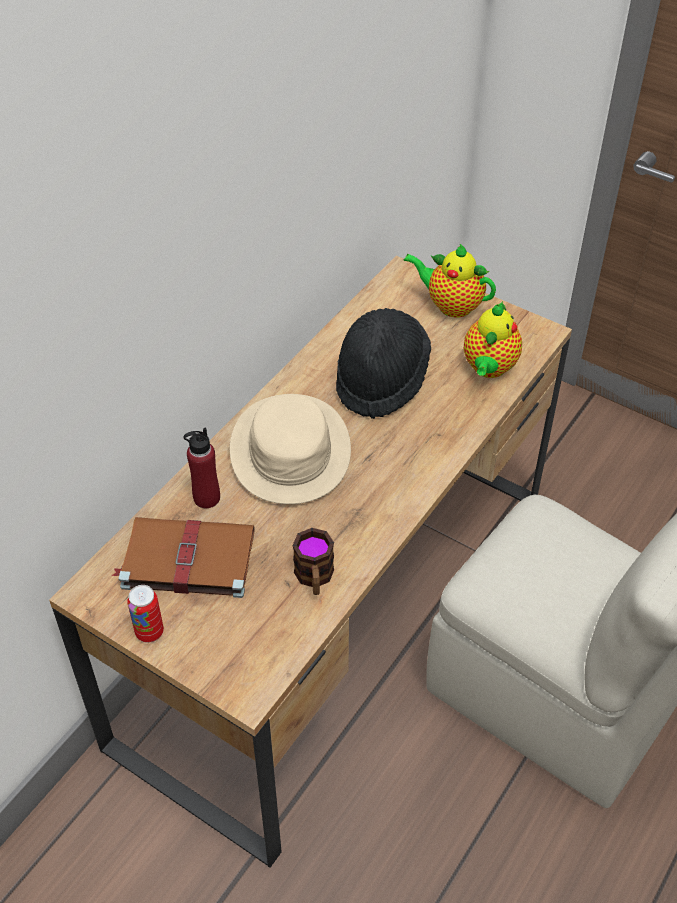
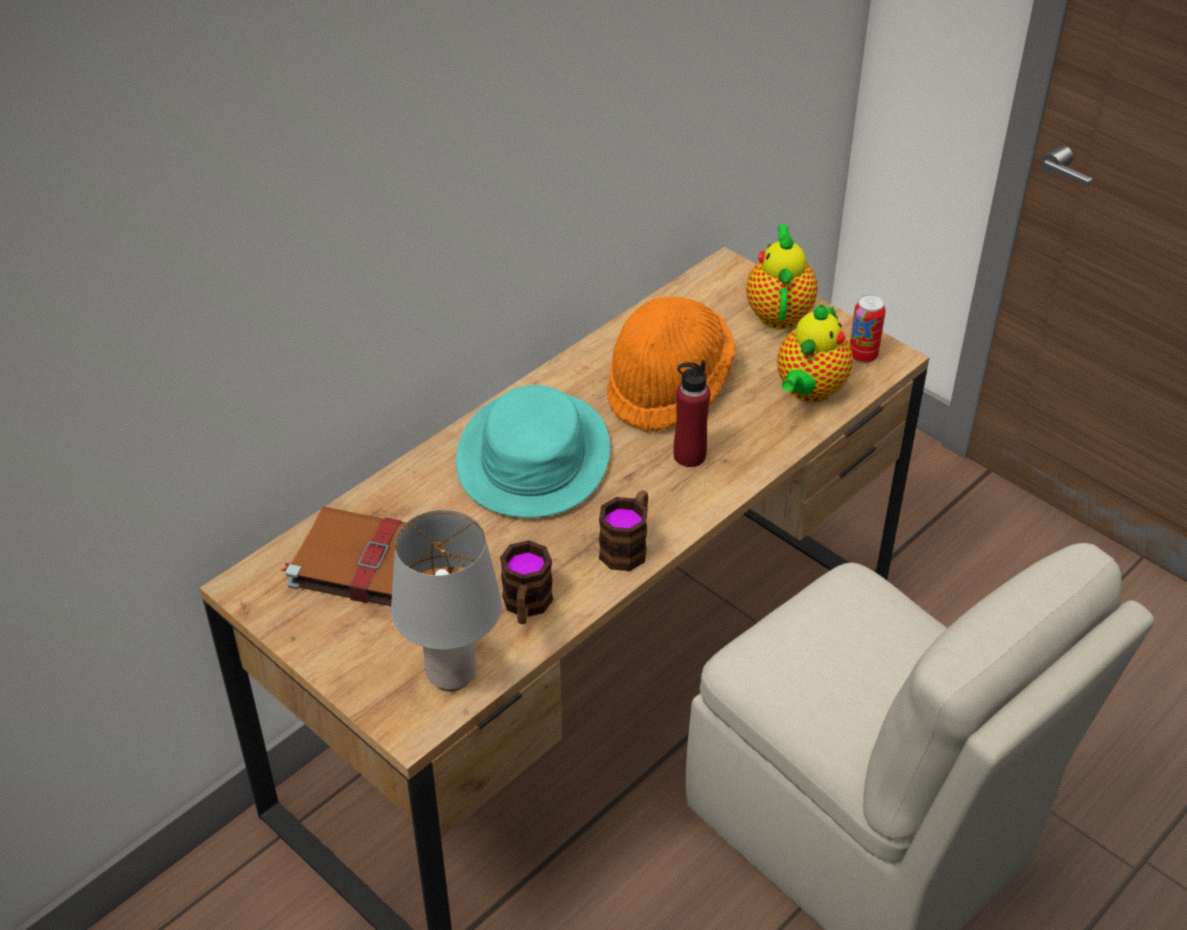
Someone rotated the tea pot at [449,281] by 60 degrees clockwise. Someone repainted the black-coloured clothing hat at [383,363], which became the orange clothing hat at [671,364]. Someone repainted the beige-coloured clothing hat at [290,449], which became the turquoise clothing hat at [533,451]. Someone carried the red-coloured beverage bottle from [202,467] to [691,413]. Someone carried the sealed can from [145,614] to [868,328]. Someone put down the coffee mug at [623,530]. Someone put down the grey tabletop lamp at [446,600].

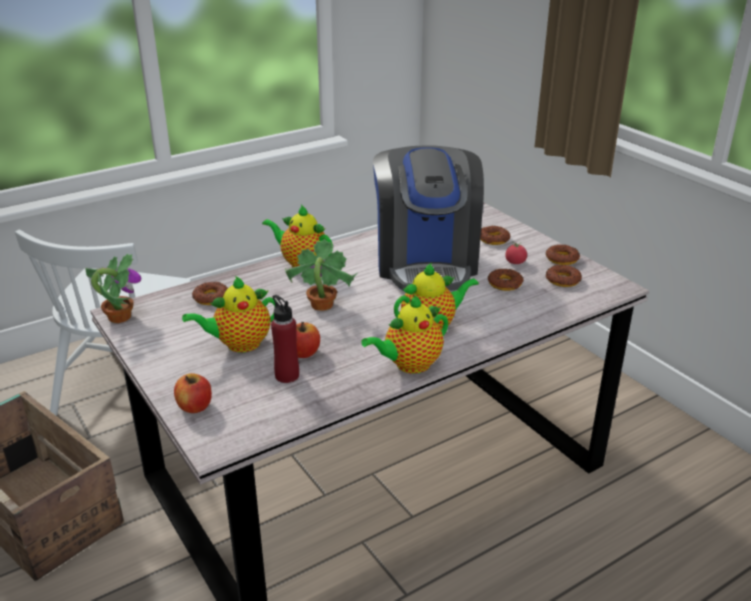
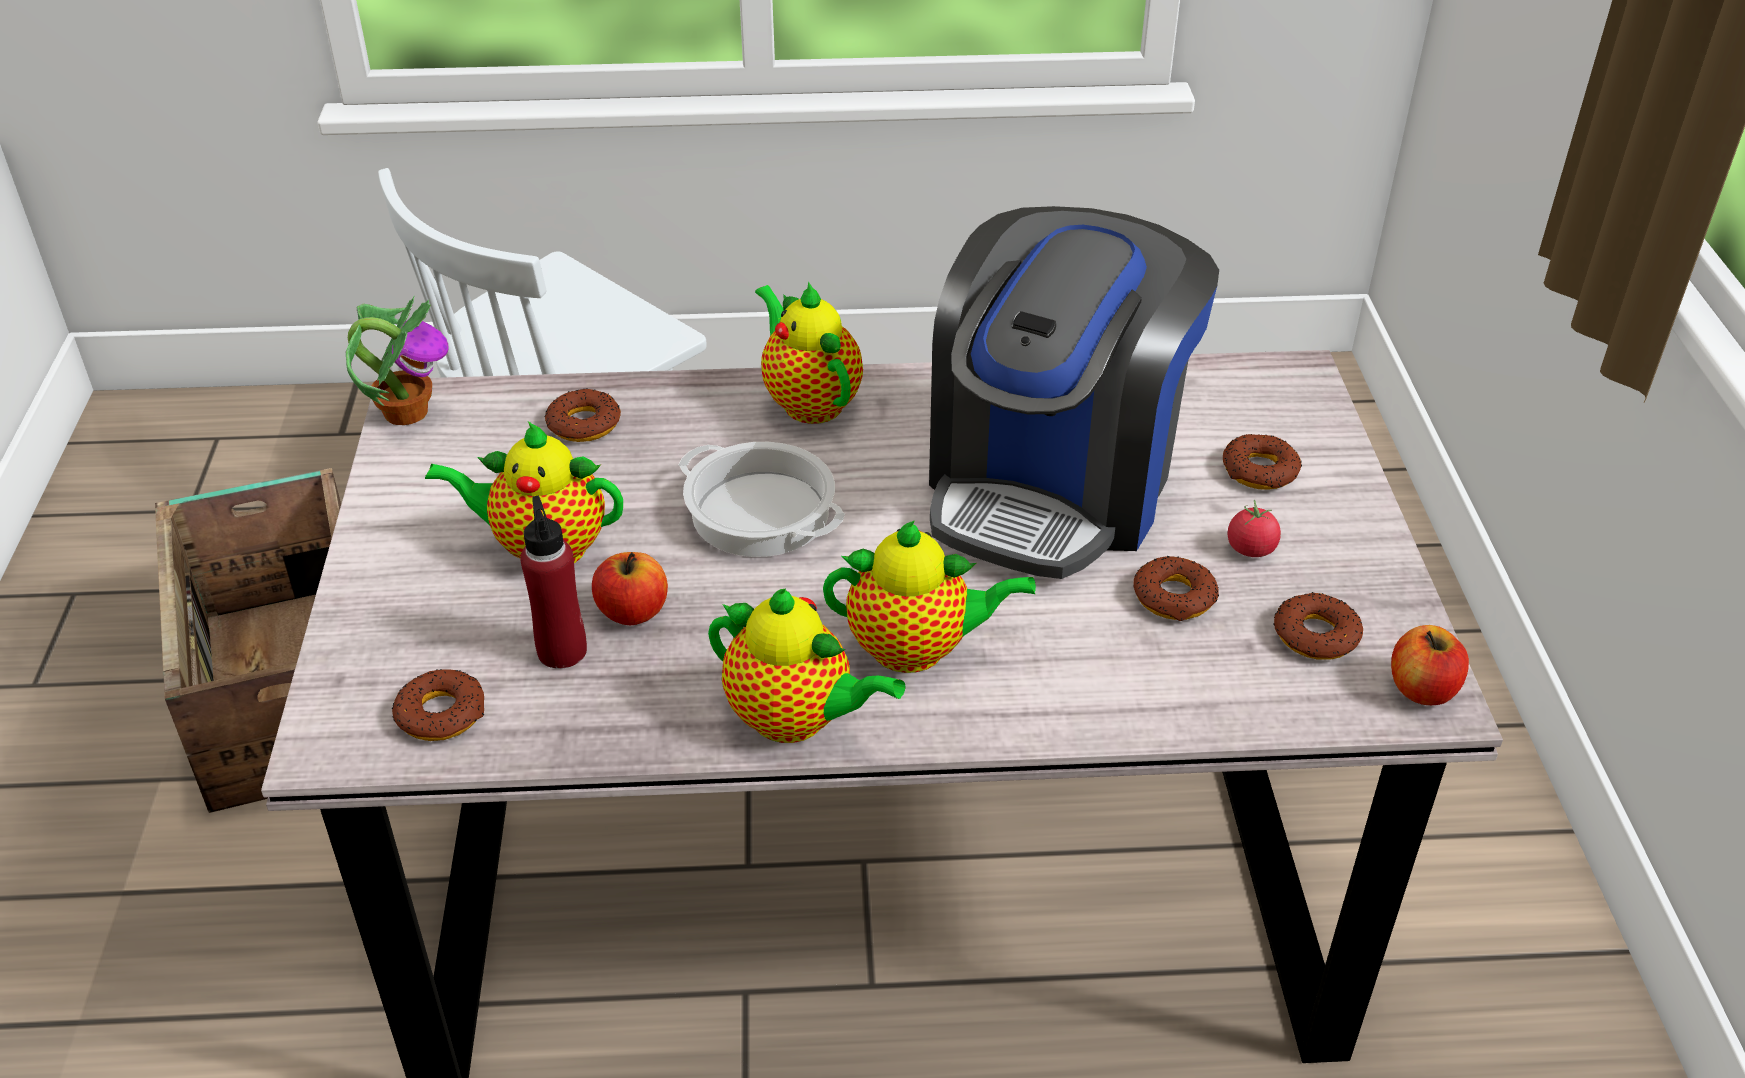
Someone swapped the plant in a pot at [321,275] for the saucepot at [761,499]. Someone carried the donut from [563,254] to [438,705]. Someone rotated the tea pot at [404,334] by 150 degrees counterclockwise. Someone carried the apple fruit from [193,393] to [1430,665].

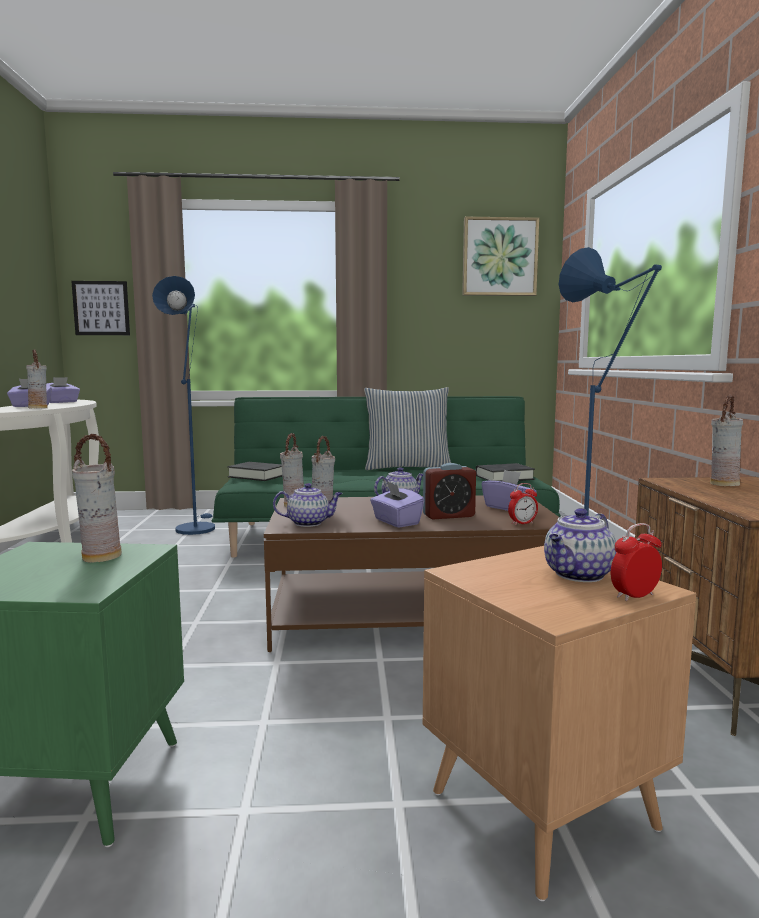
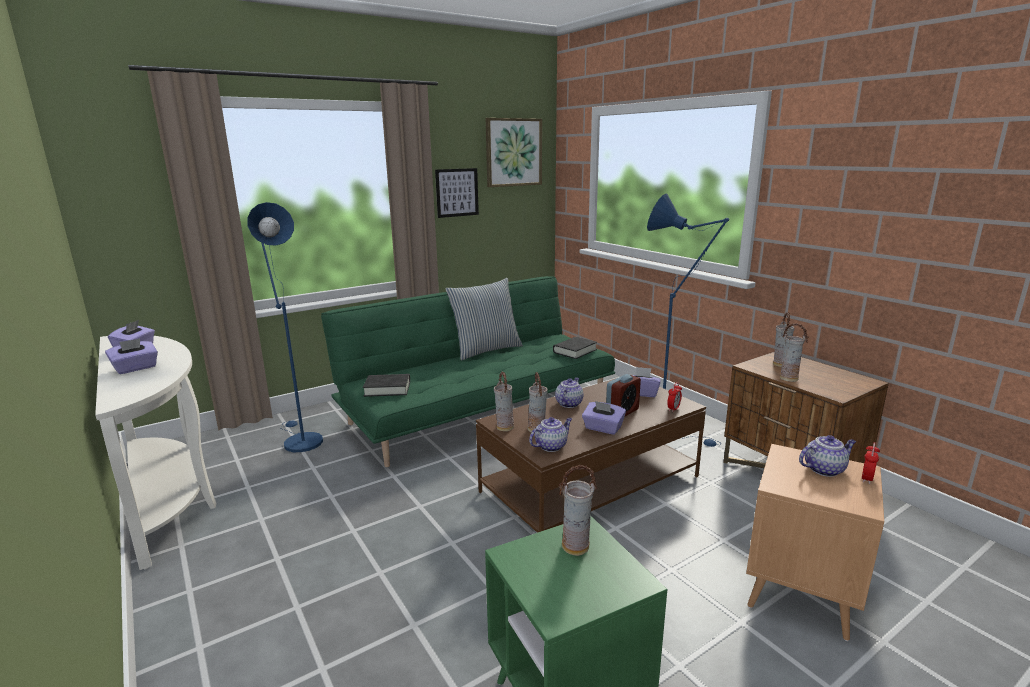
Someone carried the wall art from [100,308] to [457,193]. Someone carried the vase from [37,379] to [794,352]. Someone rotated the tea pot at [580,545] by 120 degrees counterclockwise.

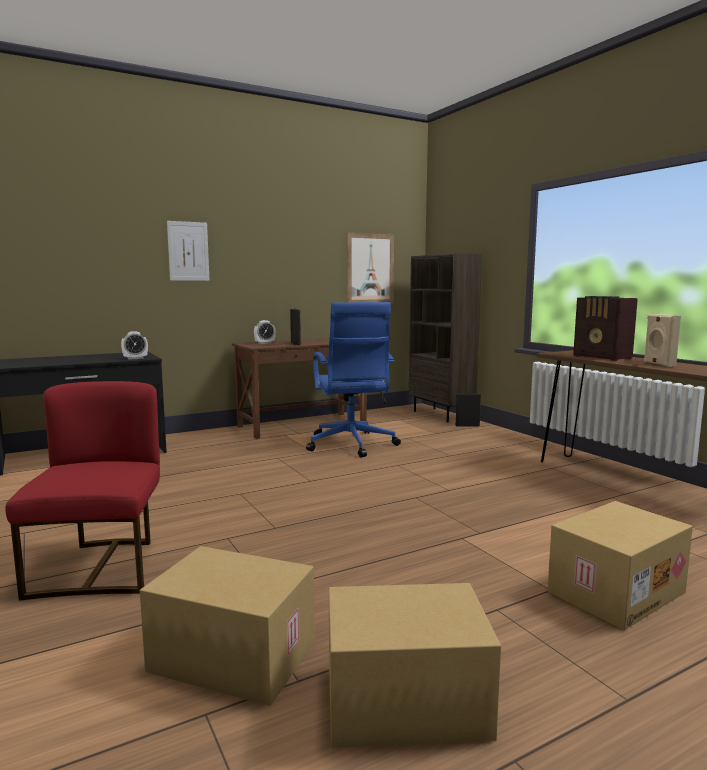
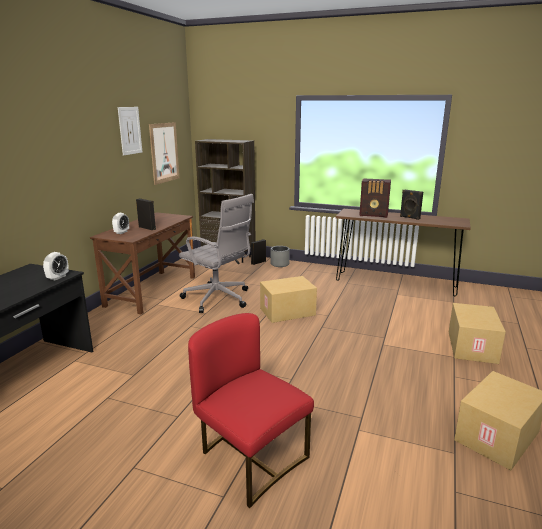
Someone carried the wall art from [188,251] to [130,131]. Someone repainted the blue-coloured office chair at [353,380], which became the grey office chair at [216,253]. Someone repainted the beige-coloured loudspeaker at [662,340], which became the black-coloured loudspeaker at [411,205]. Someone carried the cardboard box from [227,626] to [288,299]. Someone put down the grey plant pot at [280,256].

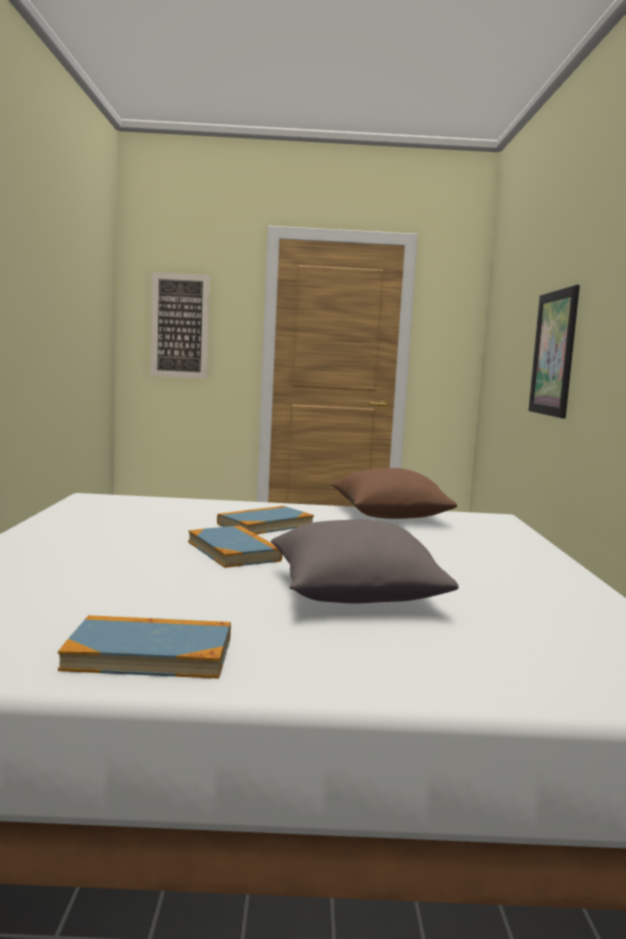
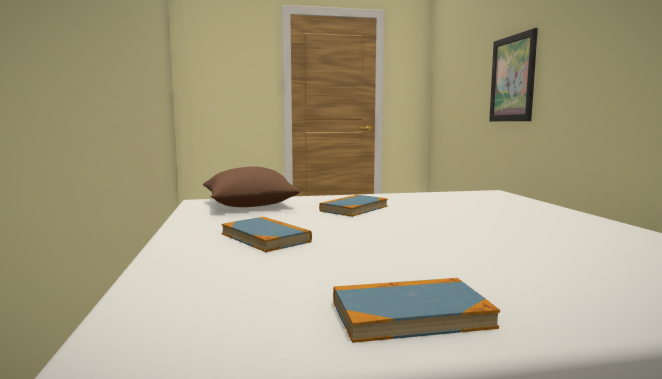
Someone took away the wall art at [180,325]. Someone carried the brown throw pillow from [394,493] to [251,187]. Someone took away the grey throw pillow at [365,561]. Someone carried the bound book from [235,547] to [266,234].

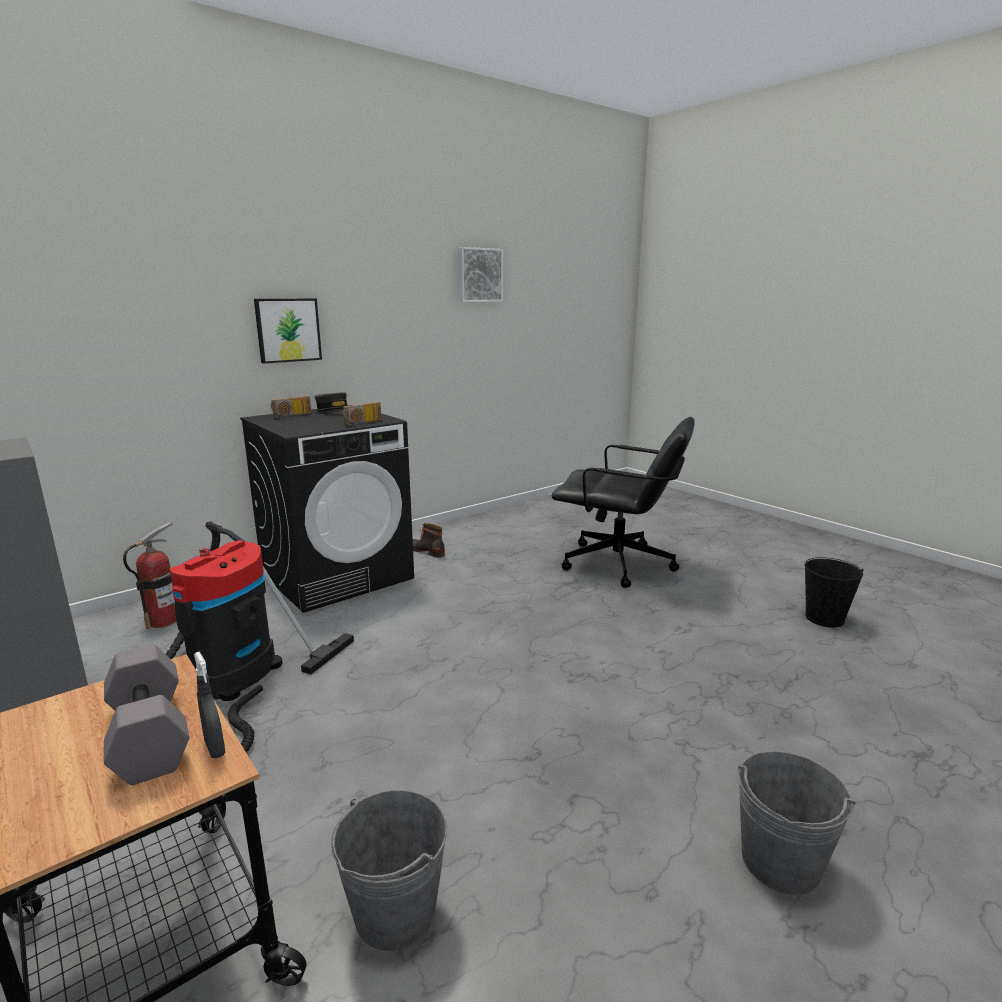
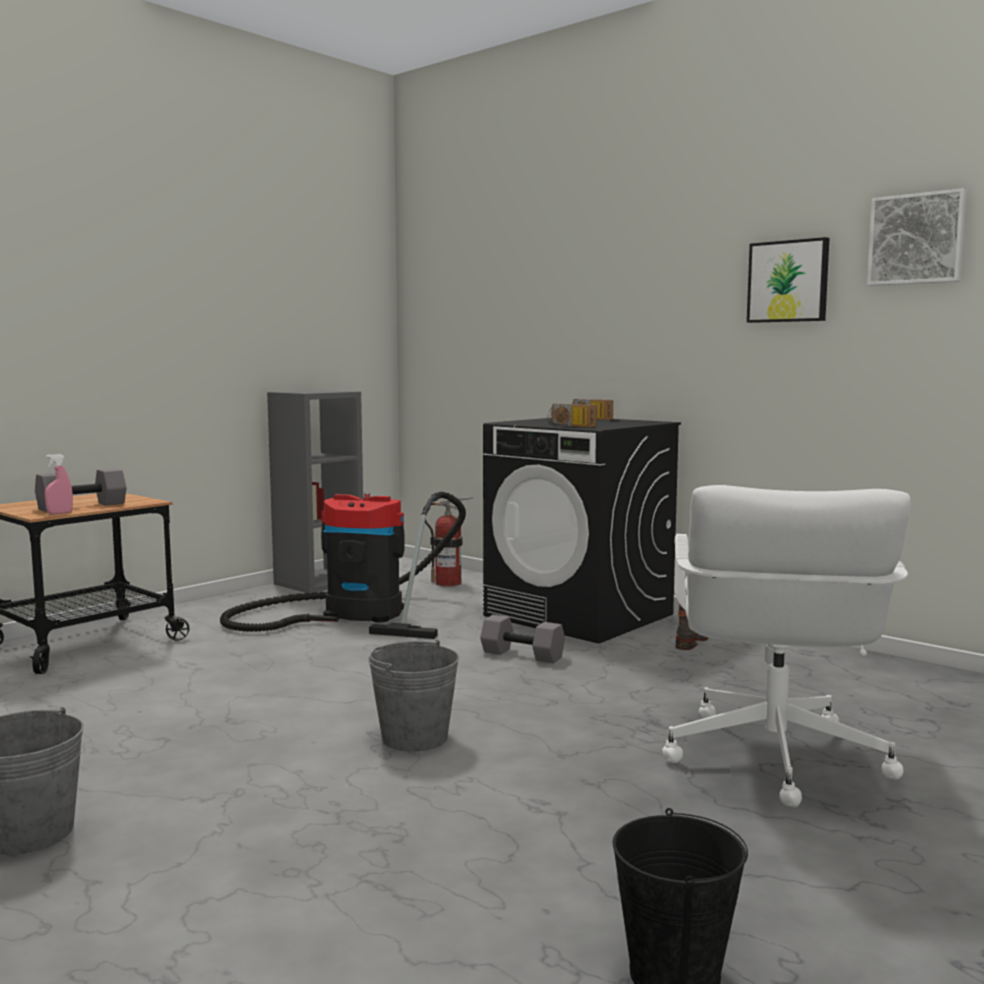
Someone carried the wall art from [288,331] to [788,280]. Someone took away the grey cap at [331,403]. Someone repainted the black-coloured office chair at [623,502], which became the white-coloured office chair at [786,646]. Someone repainted the grey spray bottle at [209,705], which became the pink spray bottle at [59,484]. Someone carried the grey pail from [389,870] to [413,695]. Someone put down the grey free weight at [522,639].

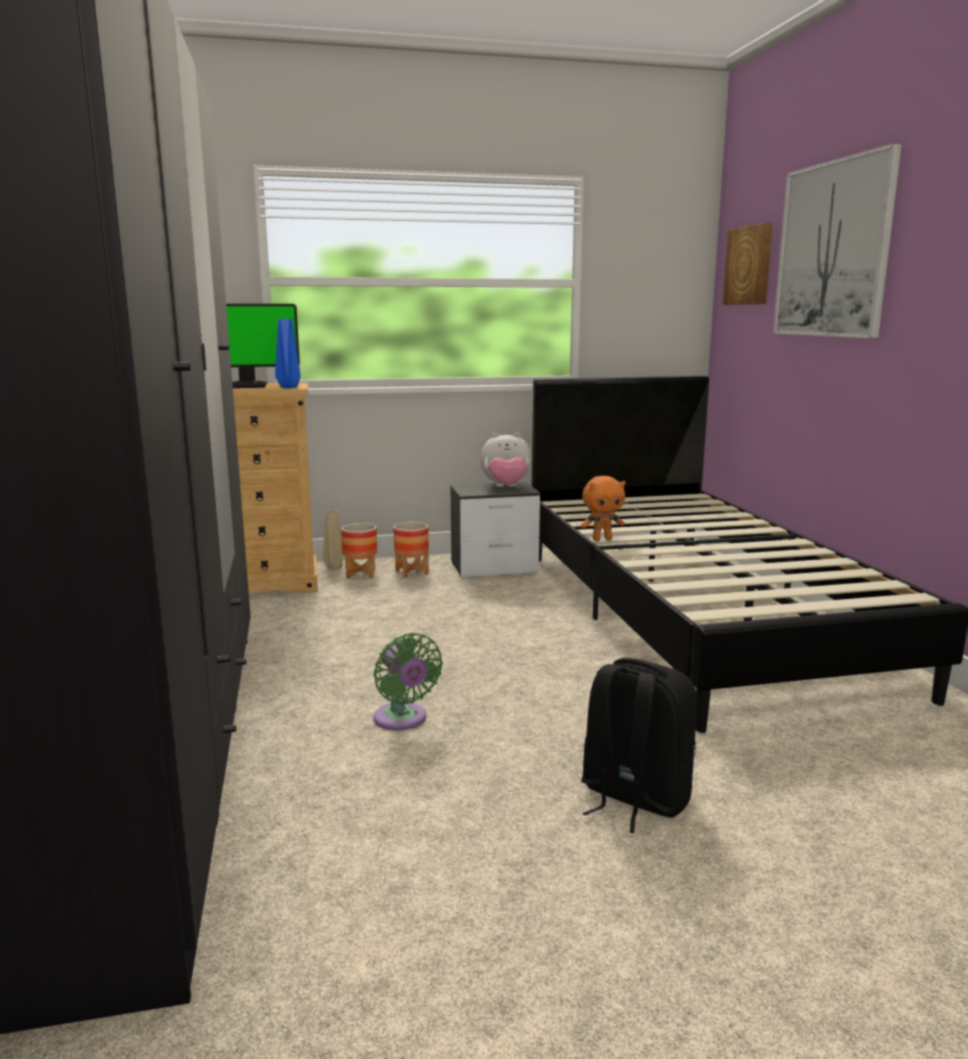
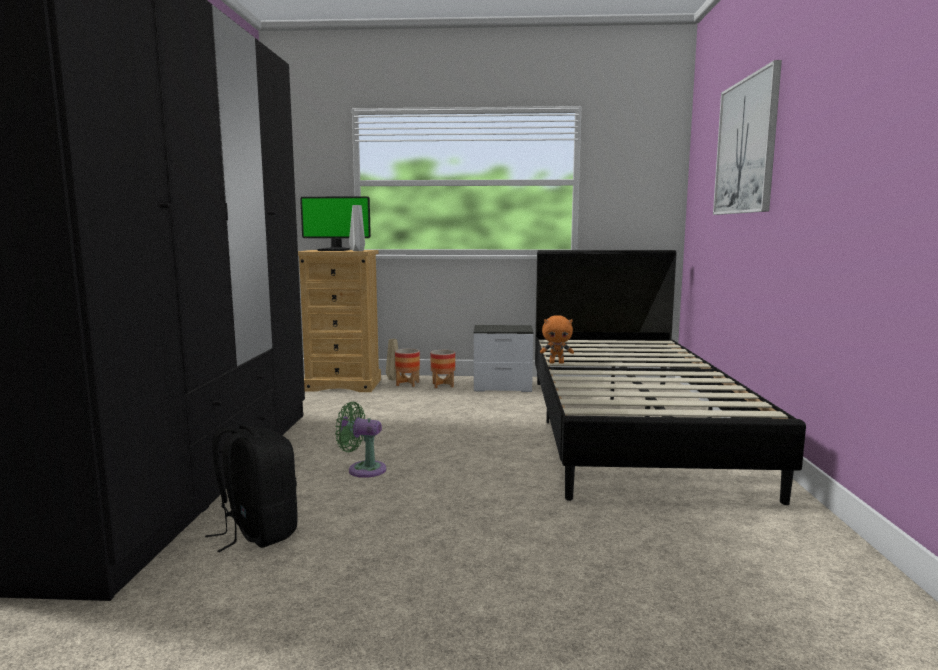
Someone took away the wall art at [747,264]. Someone repainted the blue-coloured vase at [288,353], which became the grey vase at [357,228]. Someone took away the soft toy at [505,460]. Someone rotated the greenish fan at [408,681] by 120 degrees clockwise. Someone carried the black-coloured rucksack from [639,745] to [251,488].

